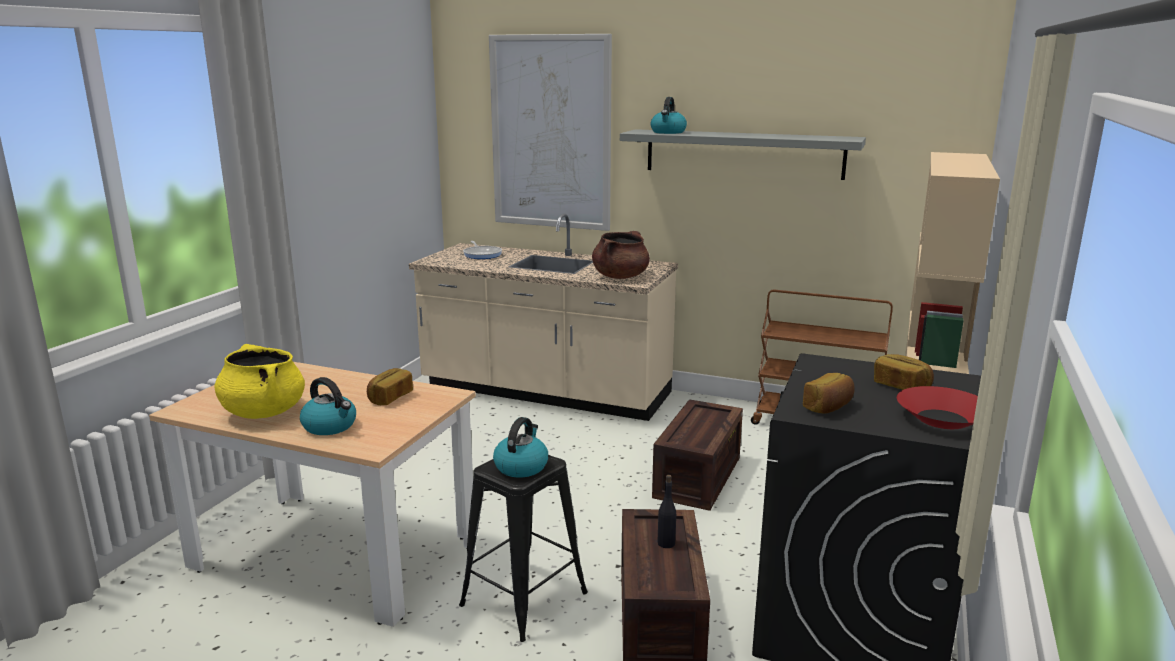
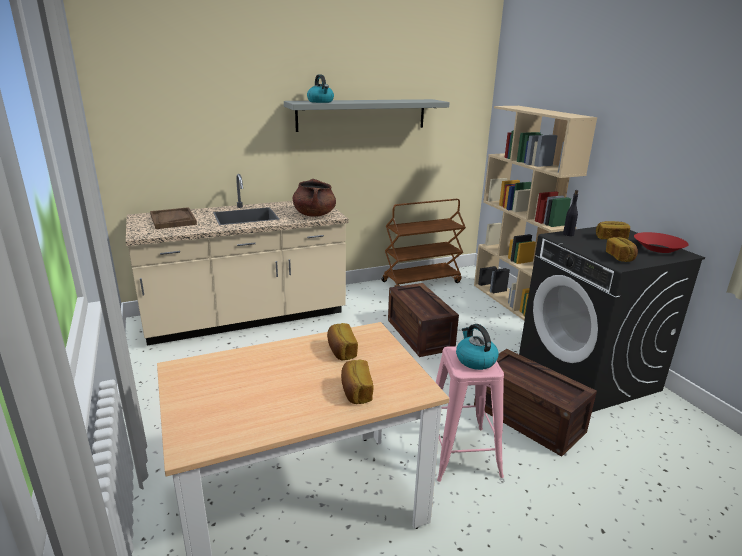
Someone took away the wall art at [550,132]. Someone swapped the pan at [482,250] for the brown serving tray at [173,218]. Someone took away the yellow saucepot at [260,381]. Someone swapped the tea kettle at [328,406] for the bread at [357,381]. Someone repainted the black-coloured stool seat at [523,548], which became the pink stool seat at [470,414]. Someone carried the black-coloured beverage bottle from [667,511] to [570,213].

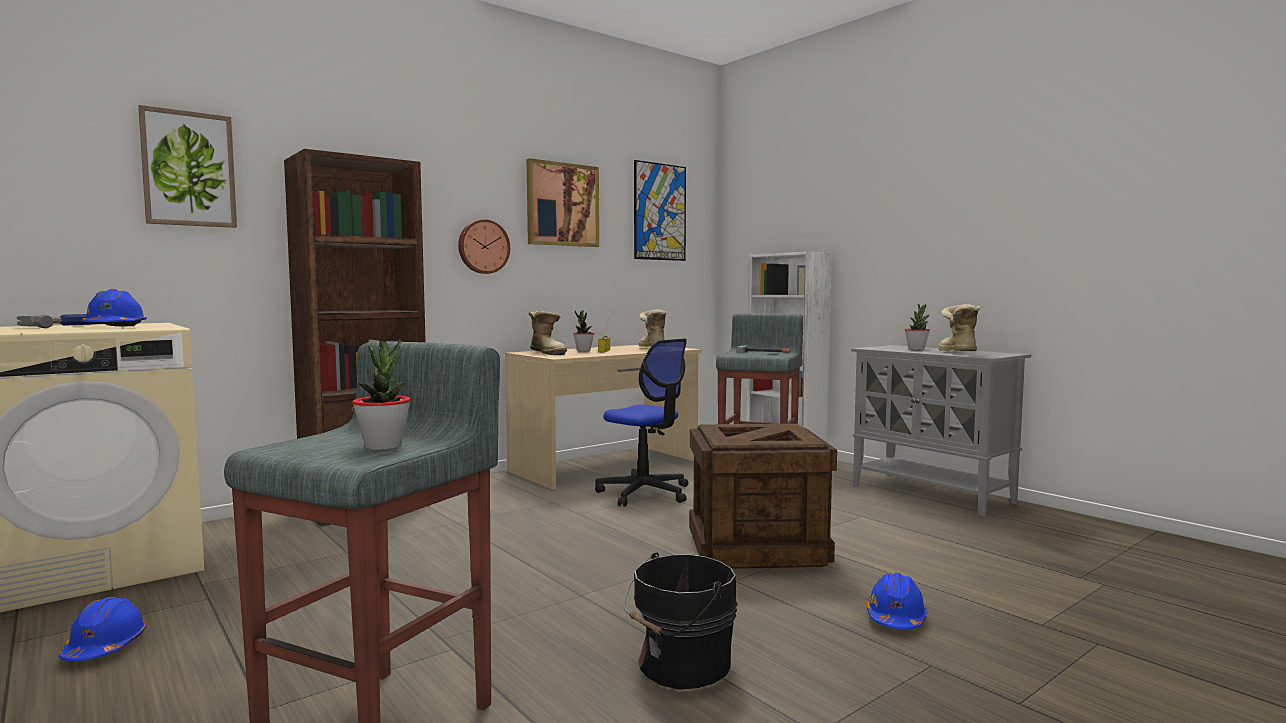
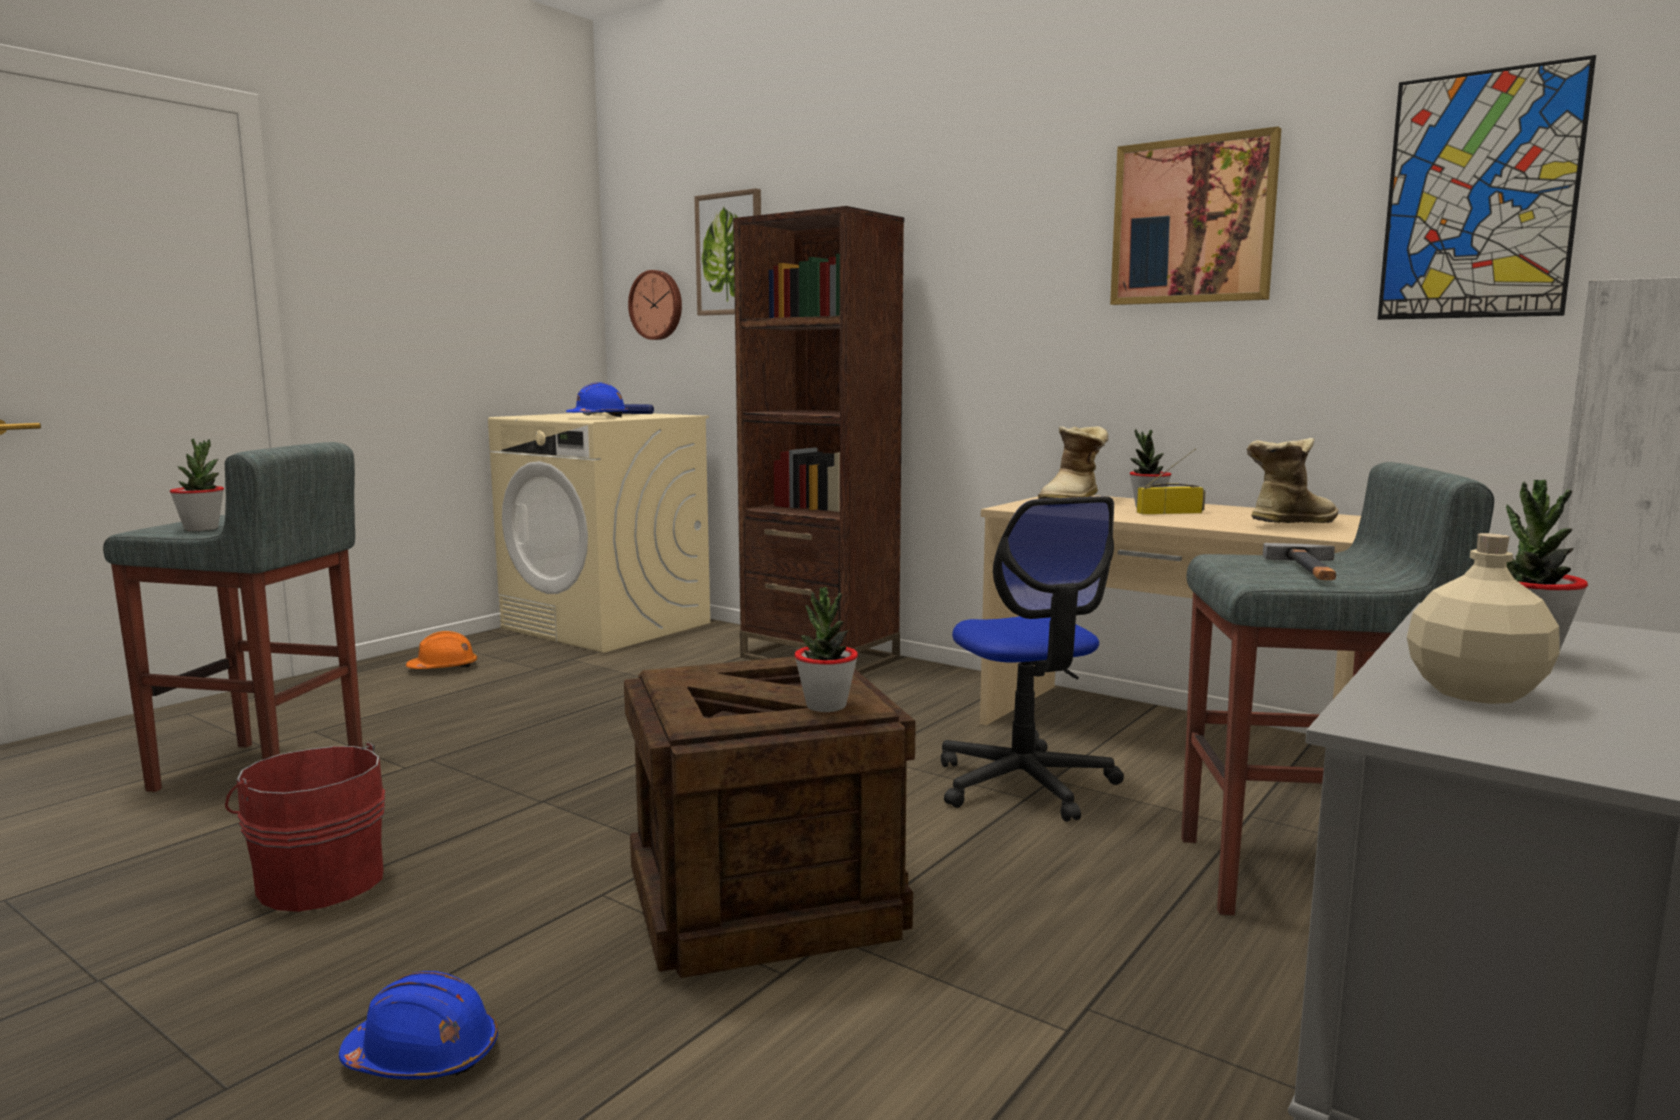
Someone carried the clock on the wall from [484,246] to [655,305]. Someone swapped the tall boot at [959,327] for the beige-coloured beverage bottle at [1483,618]. Someone rotated the office chair at [642,423] by 45 degrees counterclockwise. Someone repainted the black-coloured pail at [680,621], which became the red-coloured pail at [305,827]. Someone repainted the blue-coloured work helmet at [103,629], which became the orange work helmet at [441,650]. Someone put down the plant in a pot at [826,649].

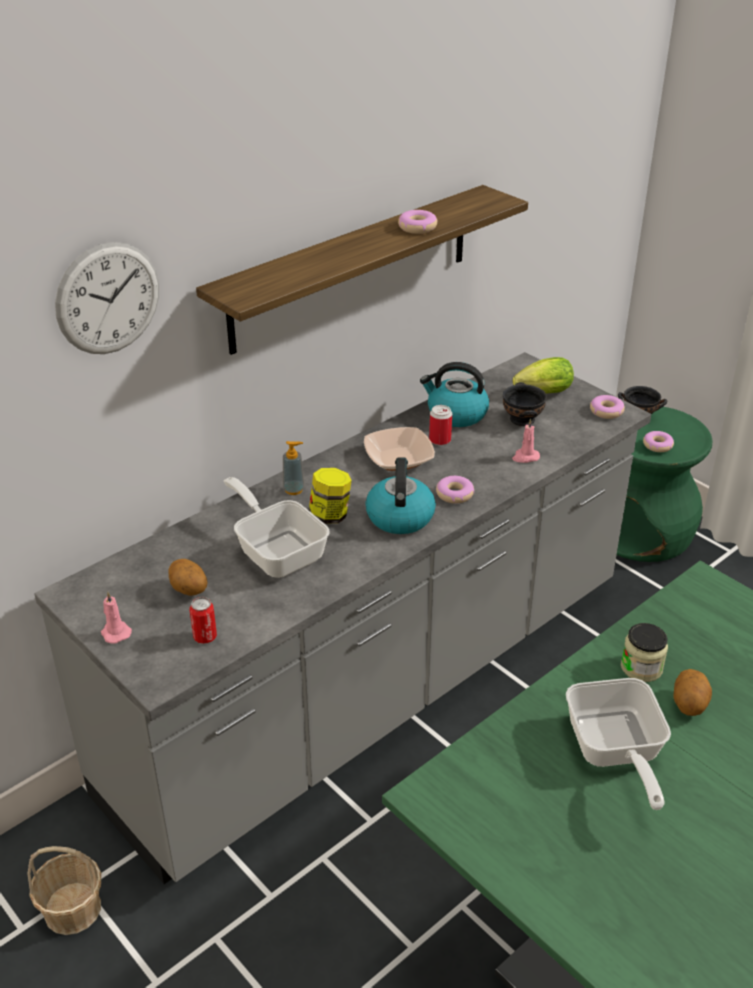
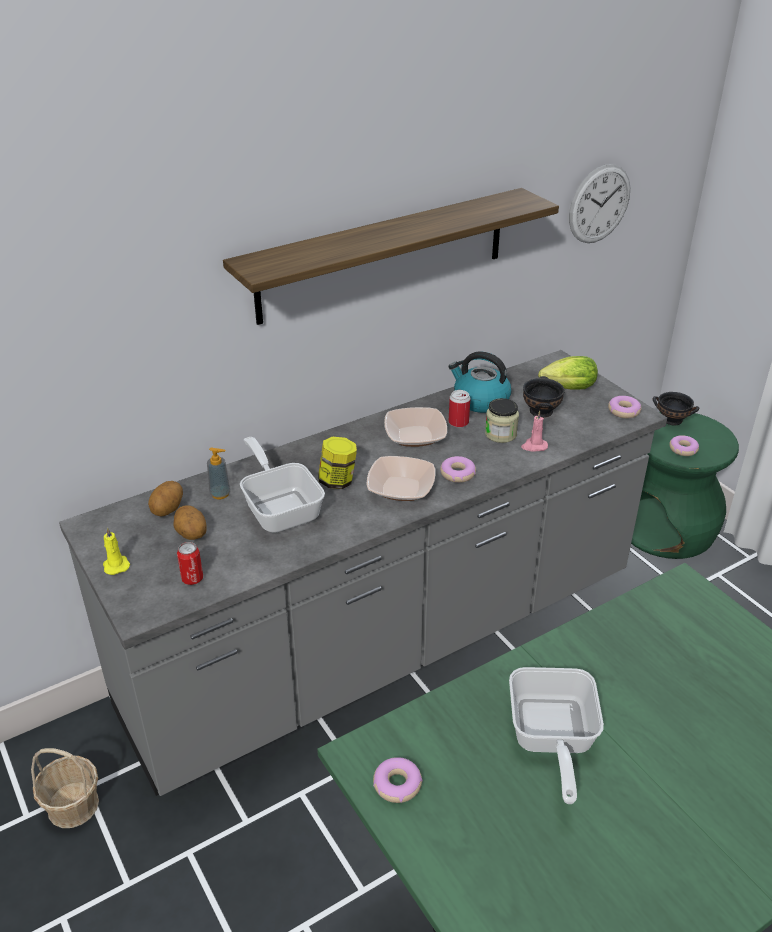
Someone carried the donut from [418,222] to [398,780]. Someone carried the clock on the wall from [107,298] to [599,203]. Someone carried the soap bottle from [294,468] to [219,473]. Someone swapped the tea kettle at [400,495] for the bowl at [400,478]. Someone repainted the pink wax candle at [116,618], which became the yellow wax candle at [116,551]. Someone carried the storage jar from [644,652] to [502,420]. Someone carried the spud from [693,692] to [165,499].

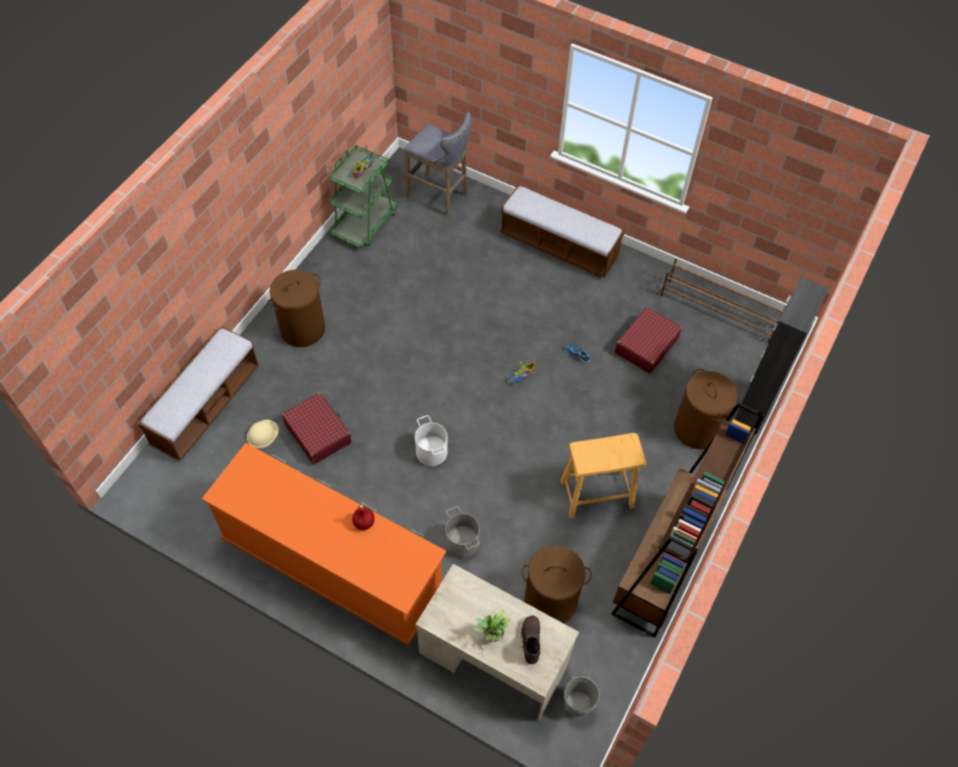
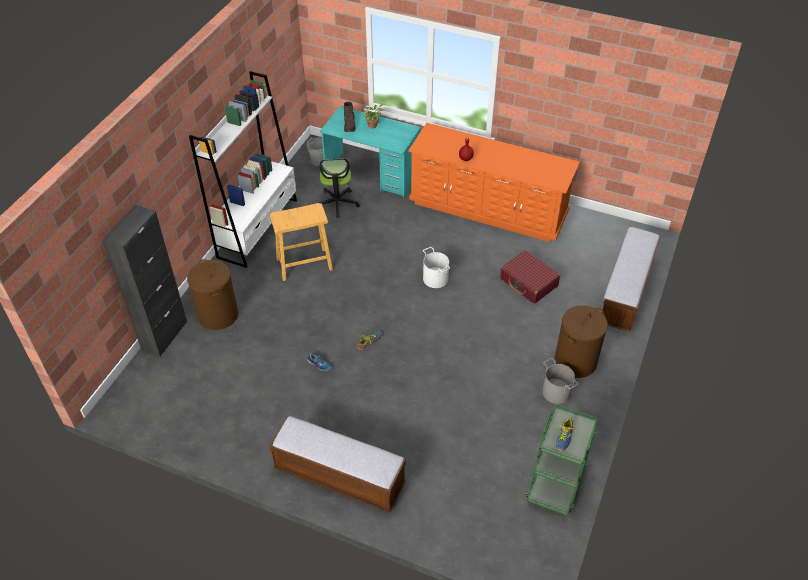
Someone took away the grey stool seat at [438,164]. Someone took away the brown shoe rack at [723,301]. Someone took away the red-coloured piece of luggage at [648,340]. Someone repainted the brown bookshelf at [687,519], which became the white-coloured bookshelf at [243,169]. Someone took away the beige-coloured work helmet at [263,434]. Someone carried the grey pail from [462,532] to [560,381]. Someone swapped the brown washing basket at [556,584] for the office chair at [339,188]. Someone repainted the beige-coloured desk at [497,642], which became the turquoise desk at [370,152].

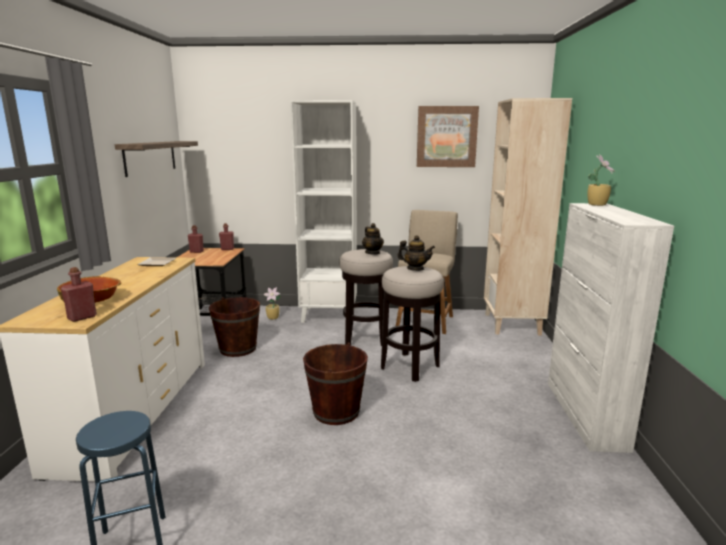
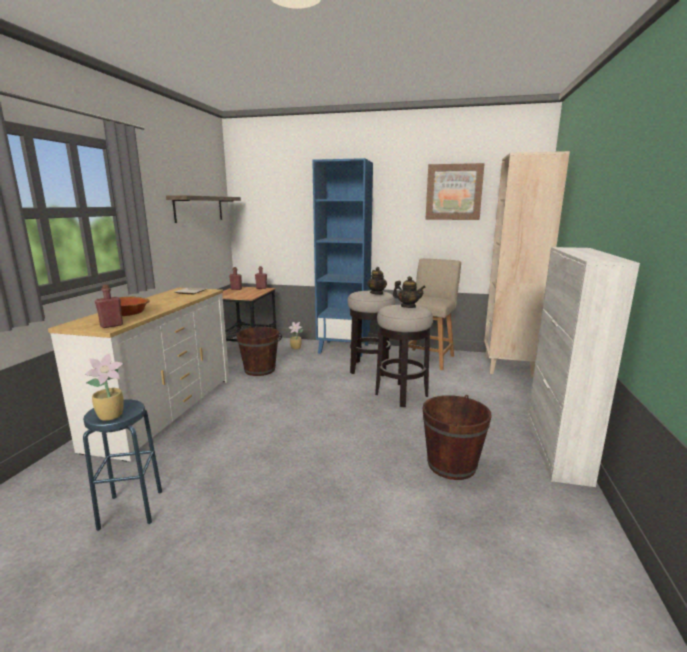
Someone repainted the white-coloured bookshelf at [323,211], which became the blue-coloured bookshelf at [342,257]. Someone carried the plant in a pot from [601,180] to [104,387]. Someone carried the brown pail from [335,384] to [457,437].

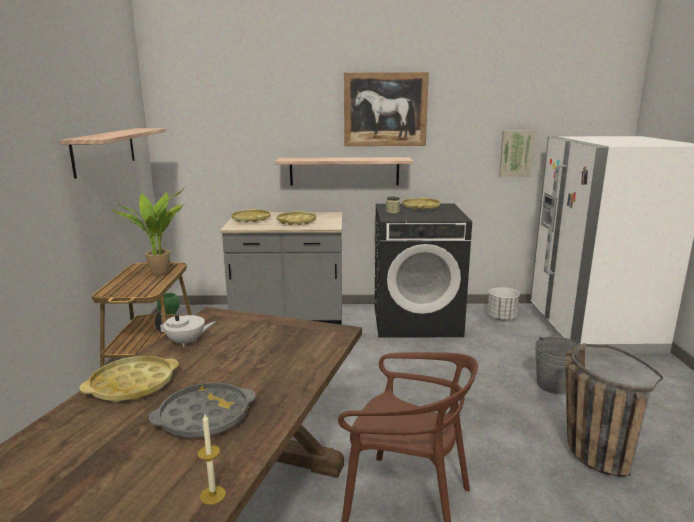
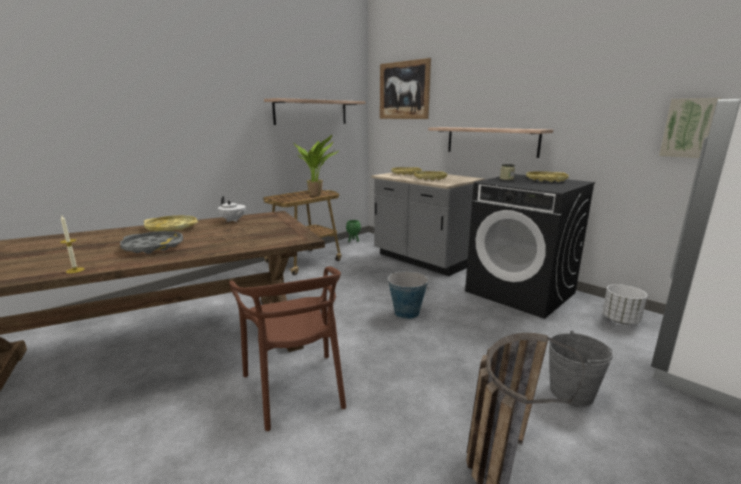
Someone carried the wall art from [386,109] to [405,88]. Someone put down the pail at [408,295].

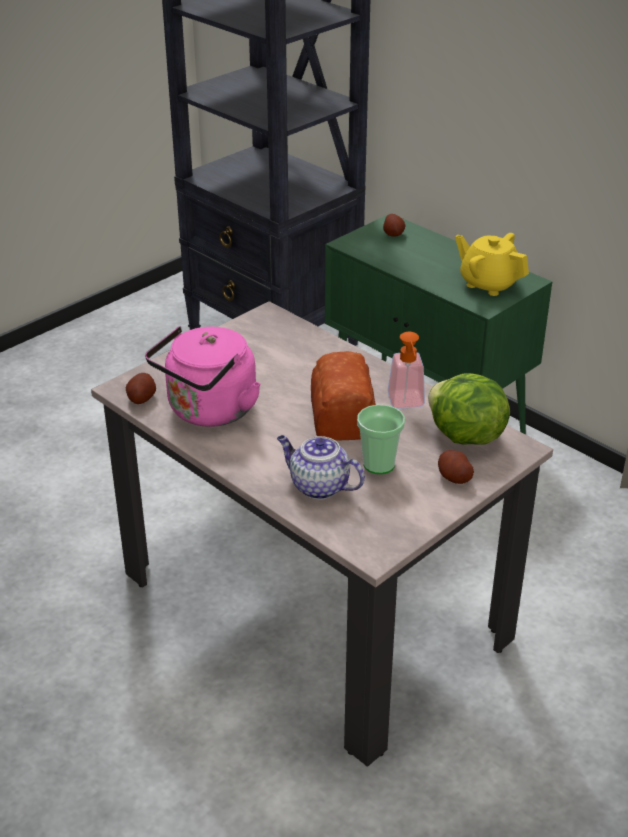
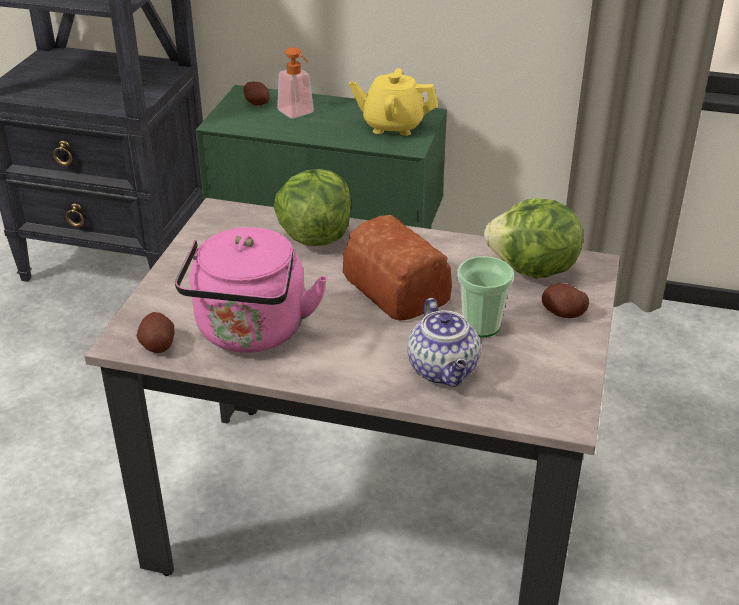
Someone carried the soap bottle from [406,370] to [295,82]. Someone rotated the tea pot at [321,467] by 105 degrees counterclockwise. Someone put down the lettuce head at [312,207].

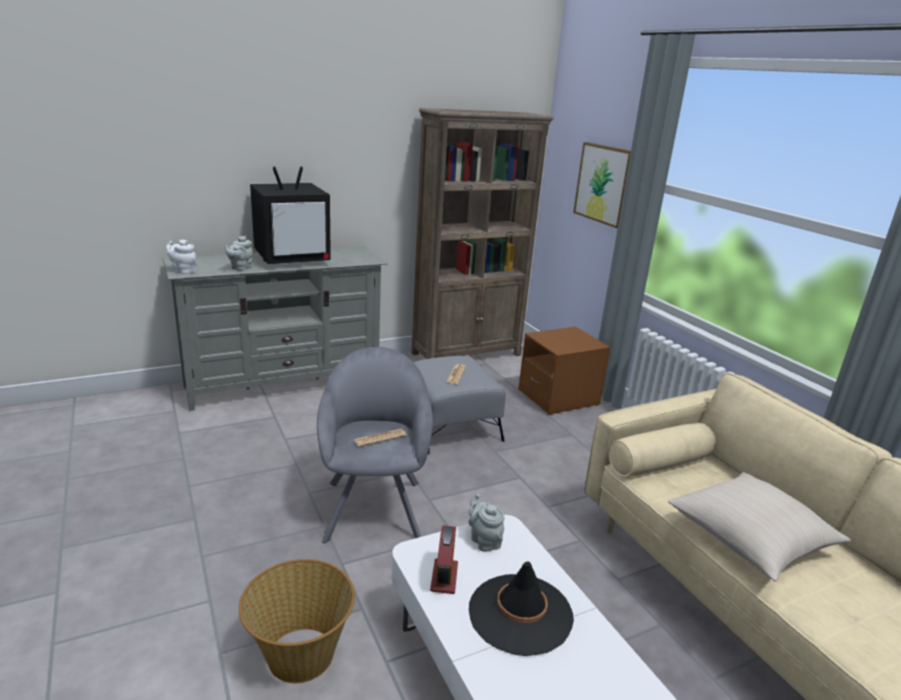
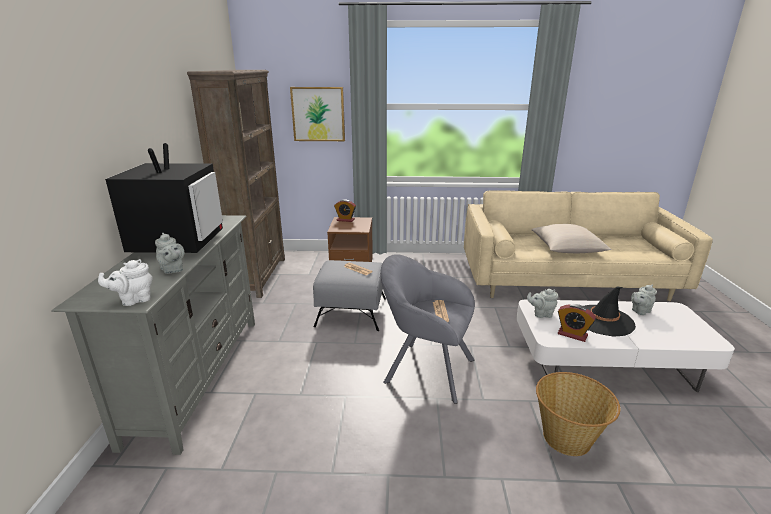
Someone put down the bedside clock at [345,210]. Someone put down the grey tea pot at [644,300].

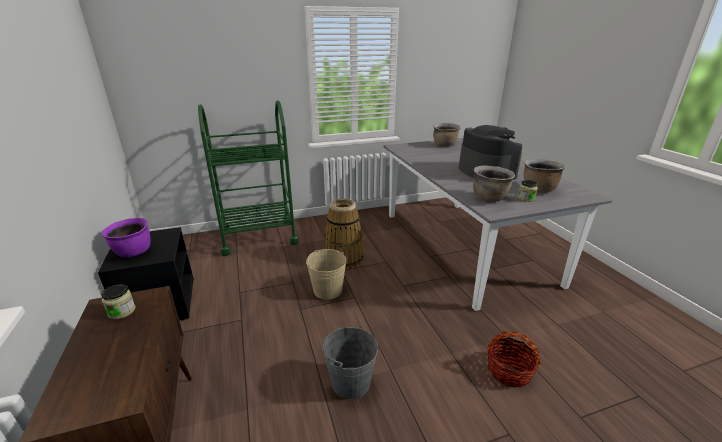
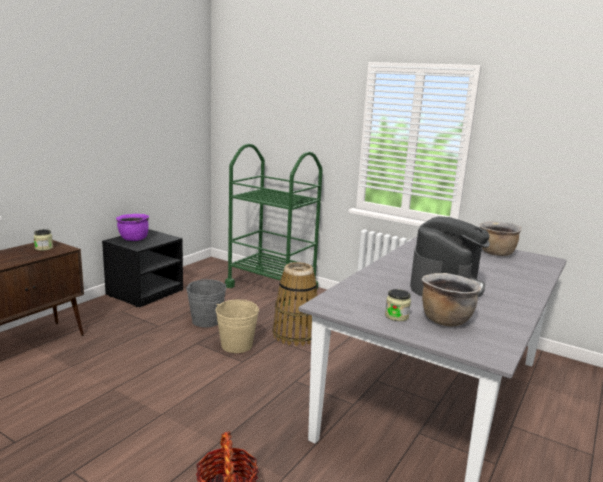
Someone took away the brown saucepot at [494,183]. Someone carried the grey pail from [350,363] to [206,303].

